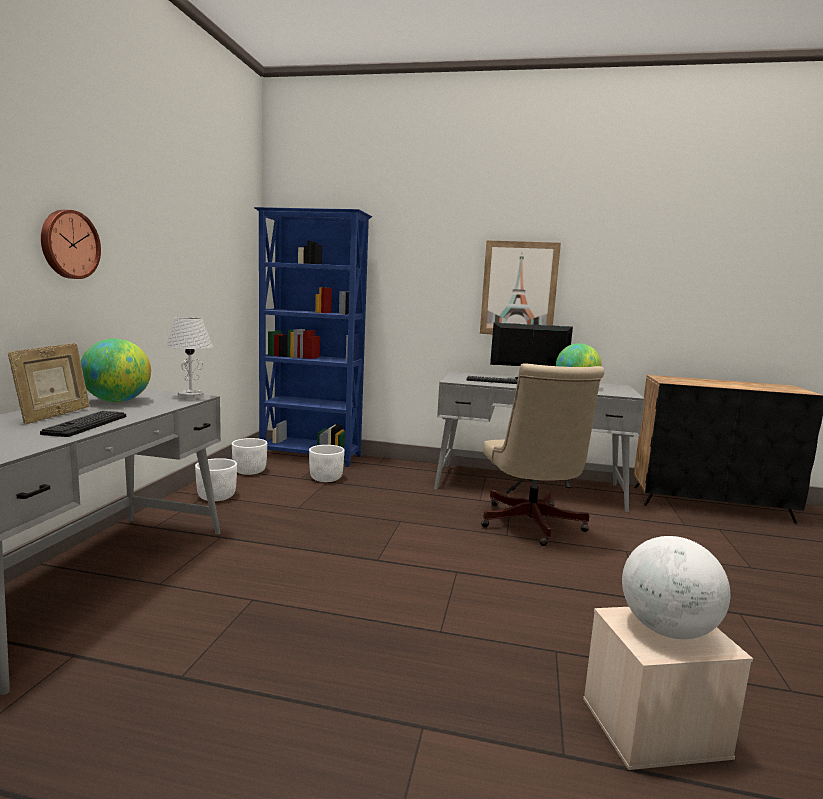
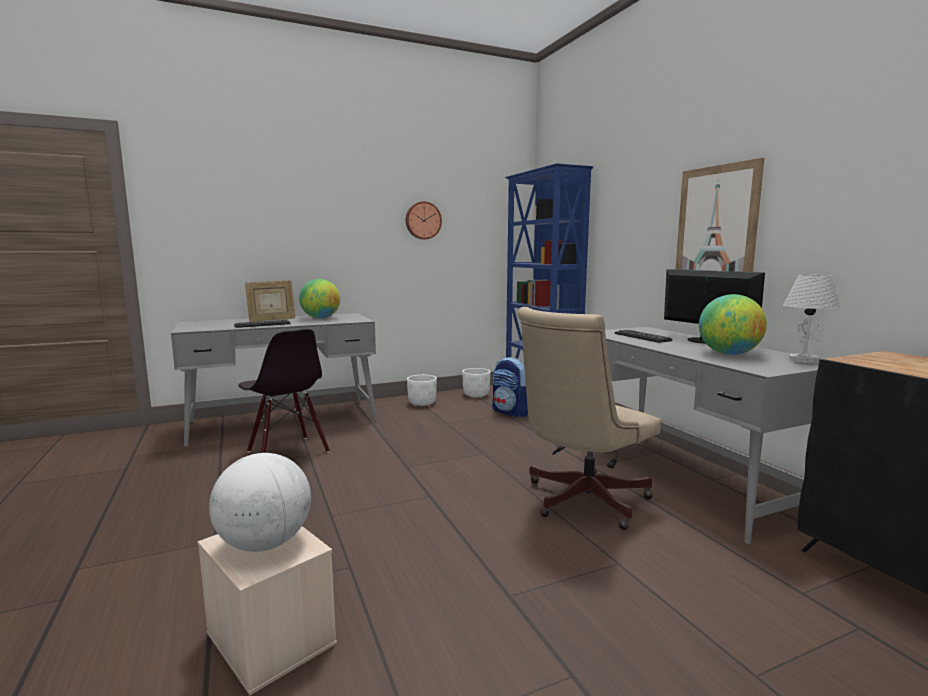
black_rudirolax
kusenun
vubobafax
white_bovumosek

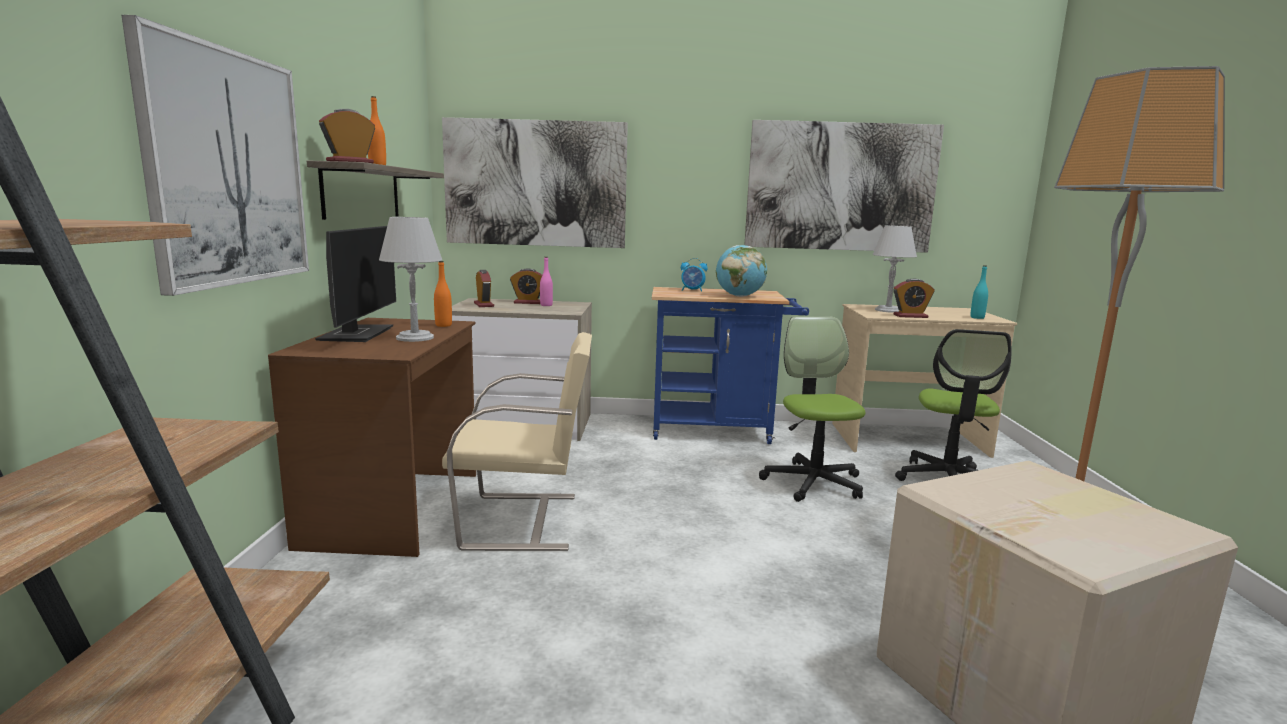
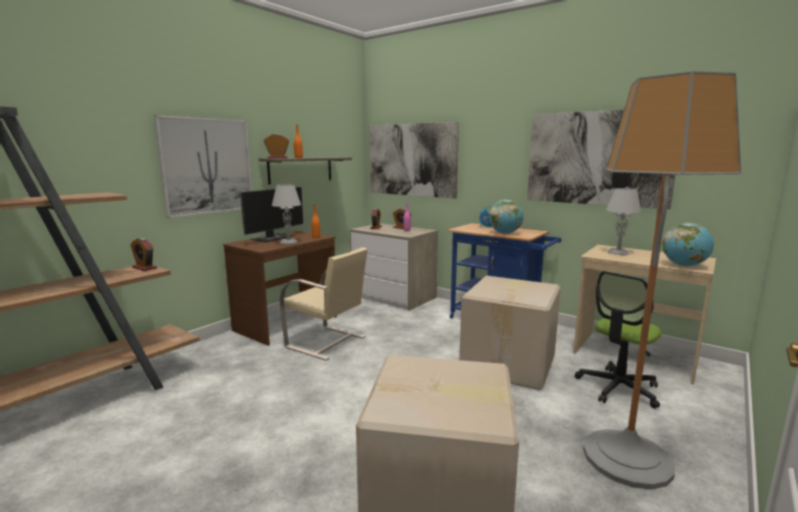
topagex (1st from left)
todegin (2nd from left)
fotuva (2nd from left)

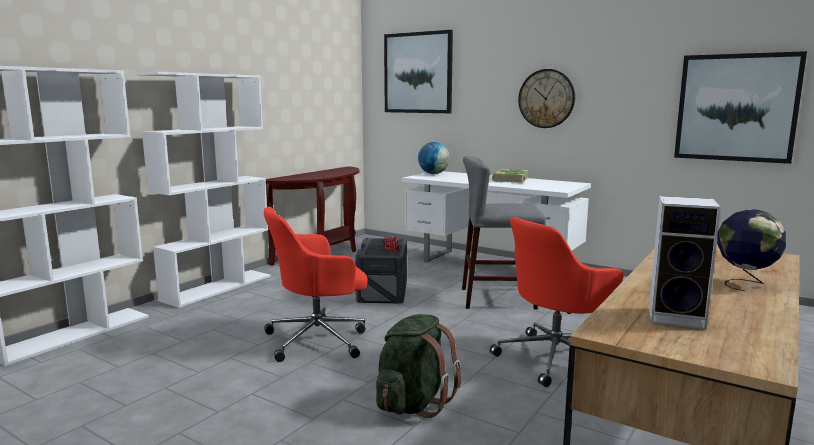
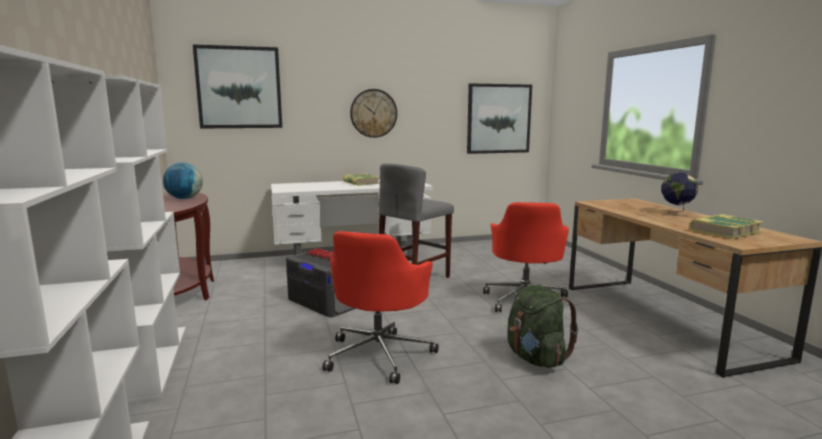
fotuva (1st from left)
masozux (2nd from left)

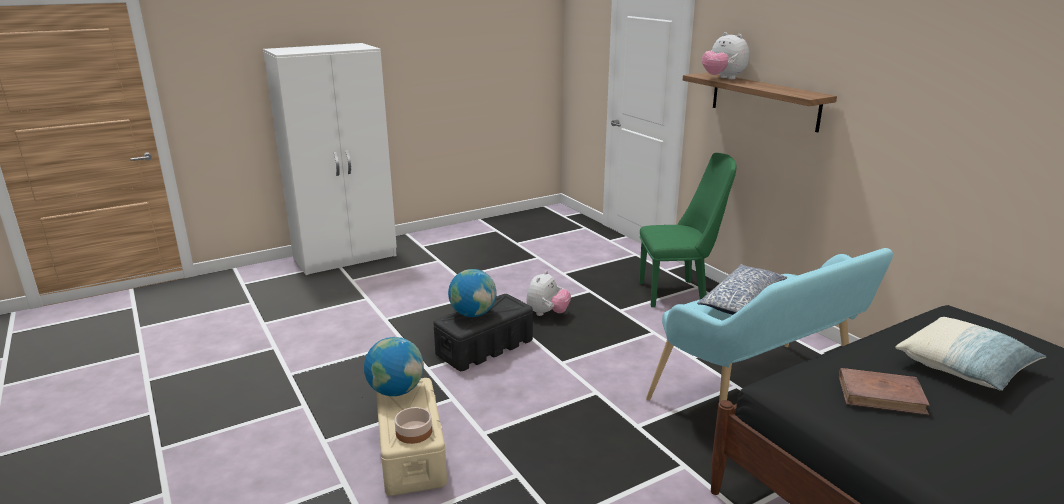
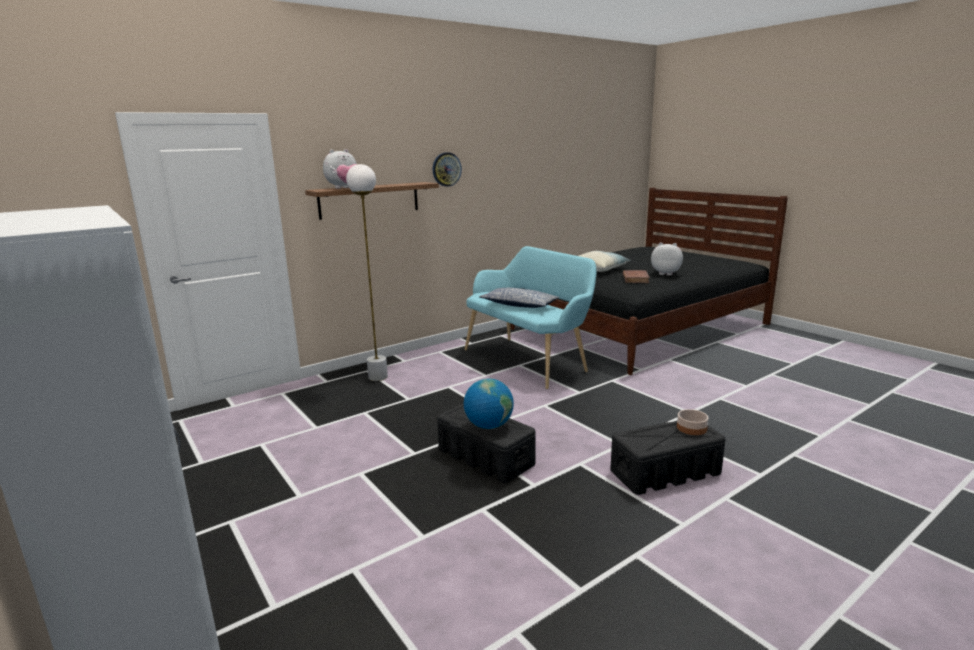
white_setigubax
kusenun
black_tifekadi (2nd from left)
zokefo (2nd from left)
fotuva (1st from left in the first image)

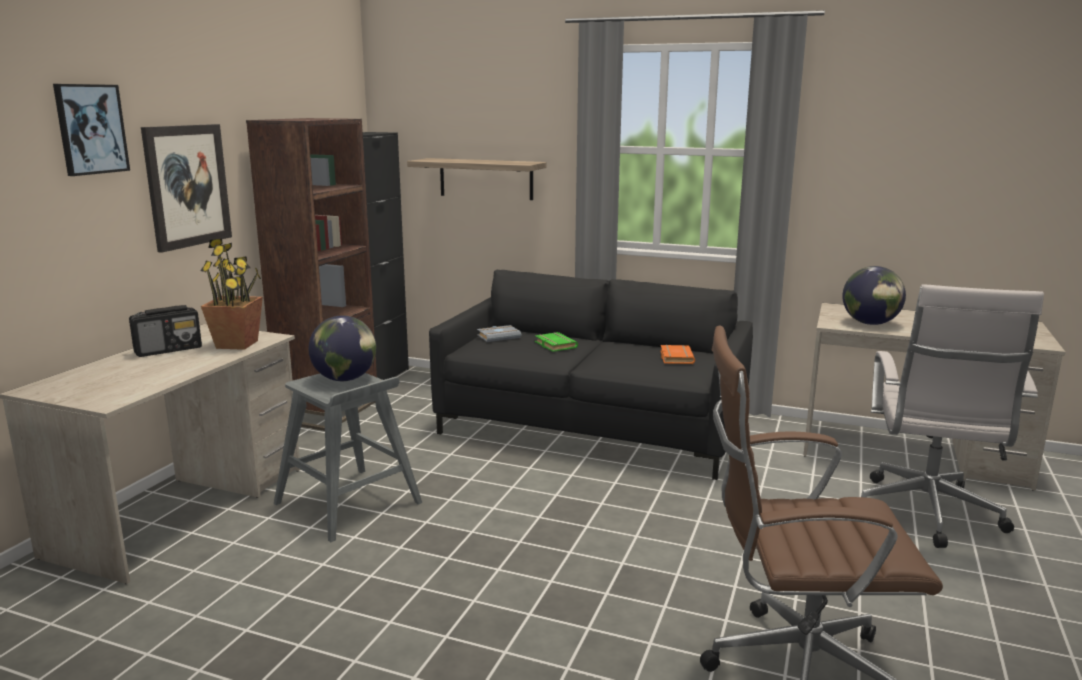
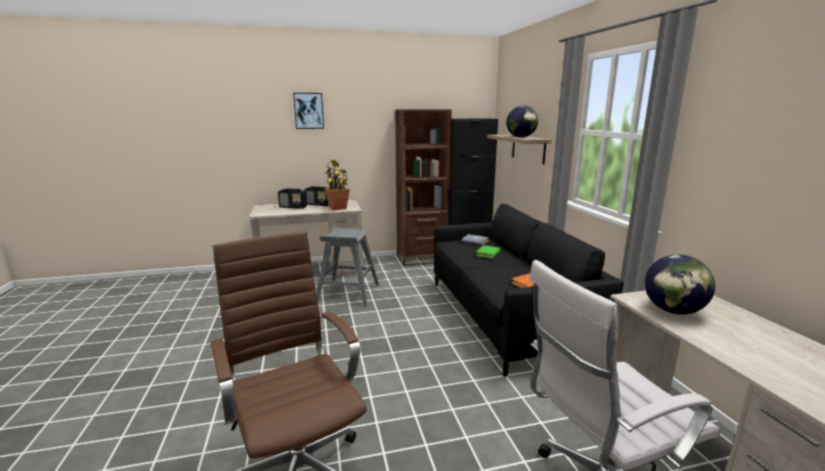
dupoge (1st from left)
fotuva (1st from left)
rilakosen (2nd from left in the first image)

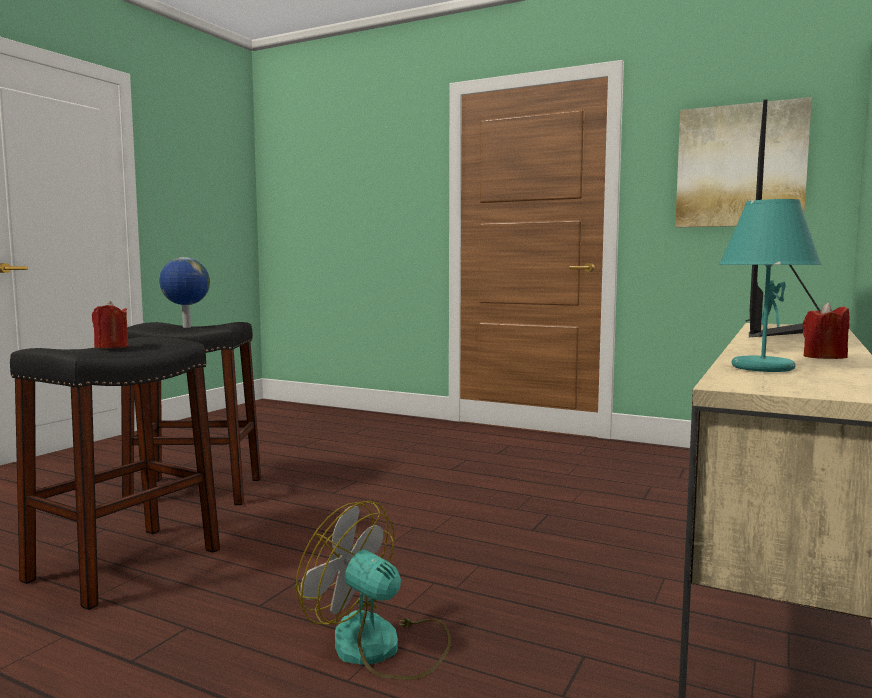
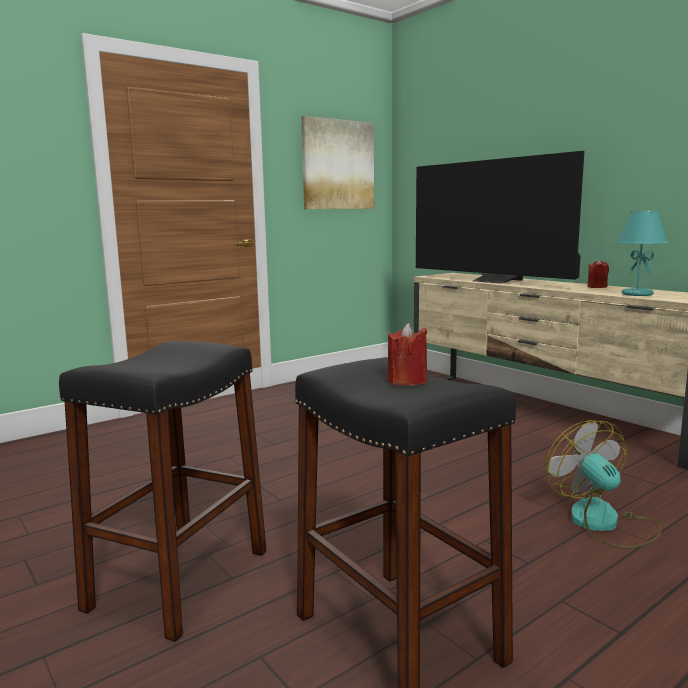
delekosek
fotuva

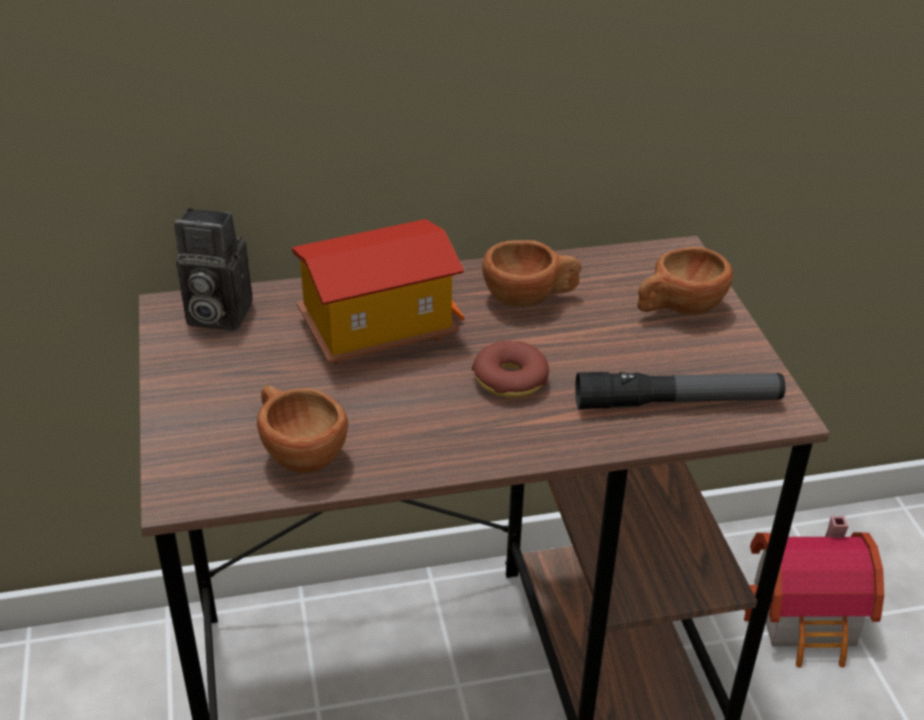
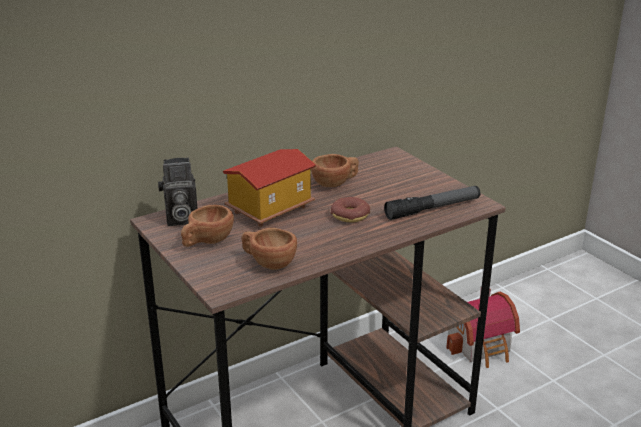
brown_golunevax (1st from left)

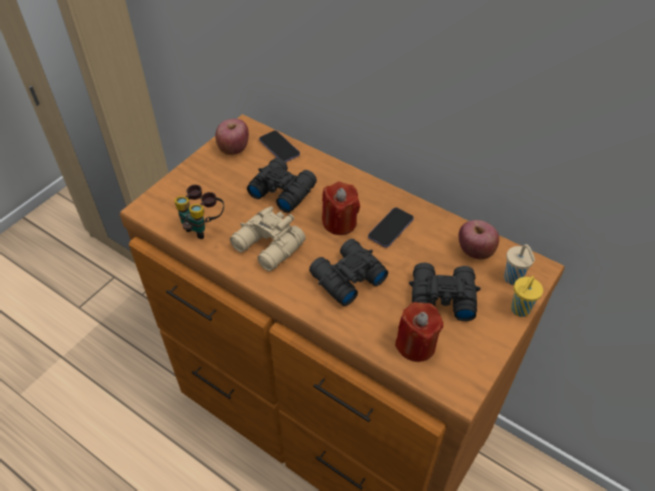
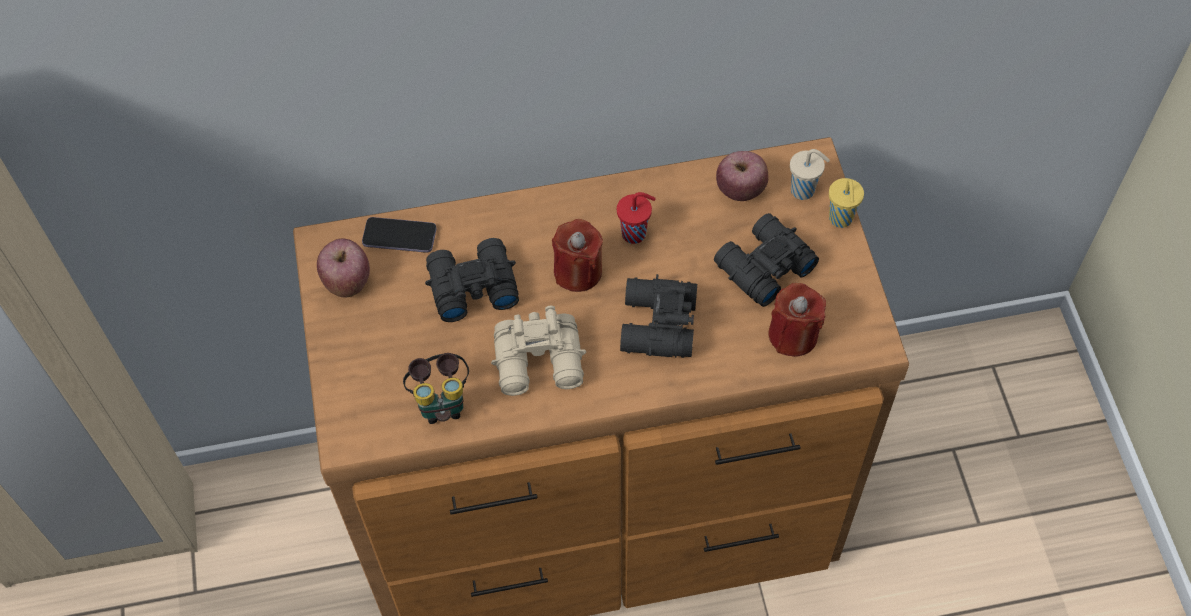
red_golunevax

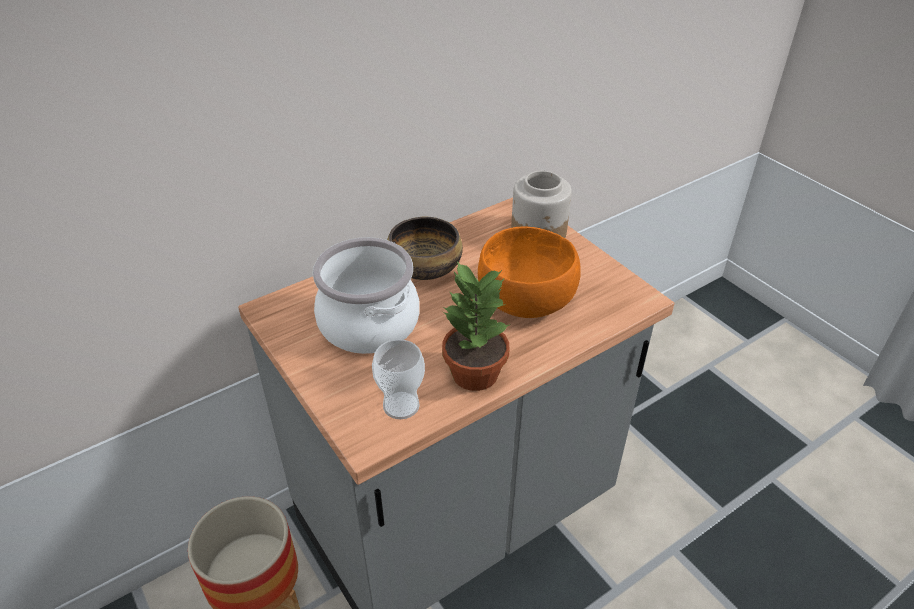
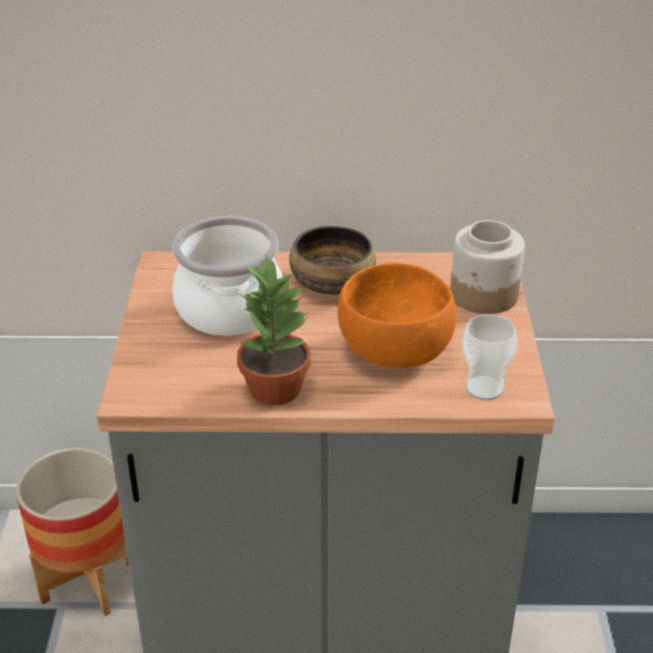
golunevax

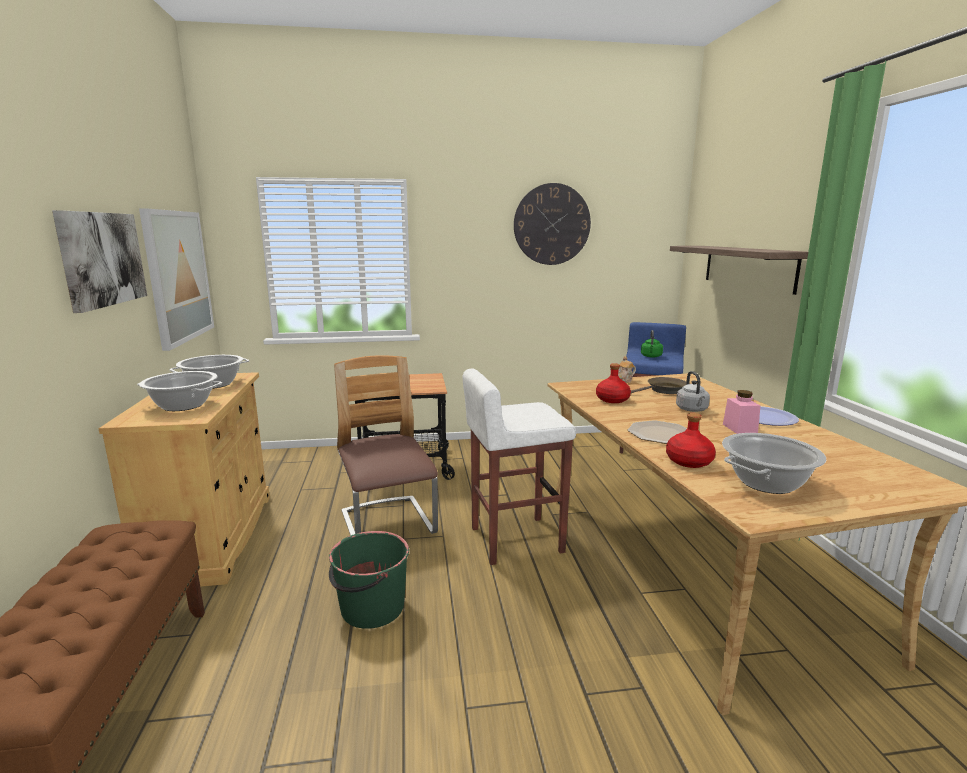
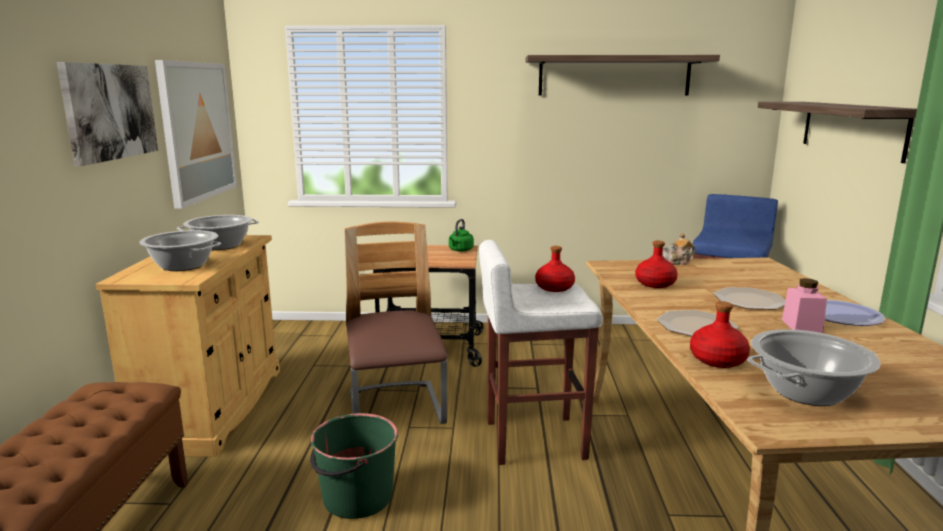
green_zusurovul
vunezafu (1st from left)
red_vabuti (1st from left)
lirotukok (2nd from left)
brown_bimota

